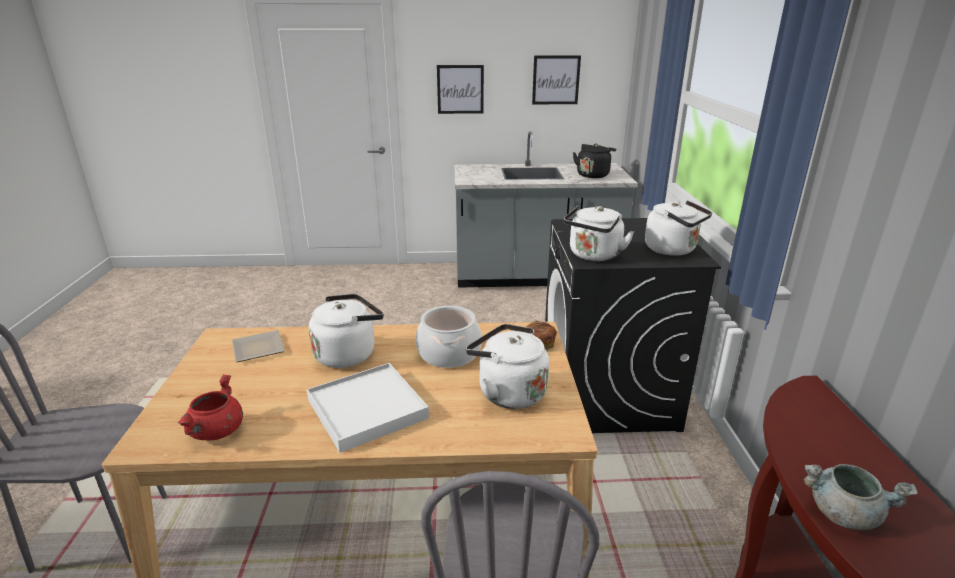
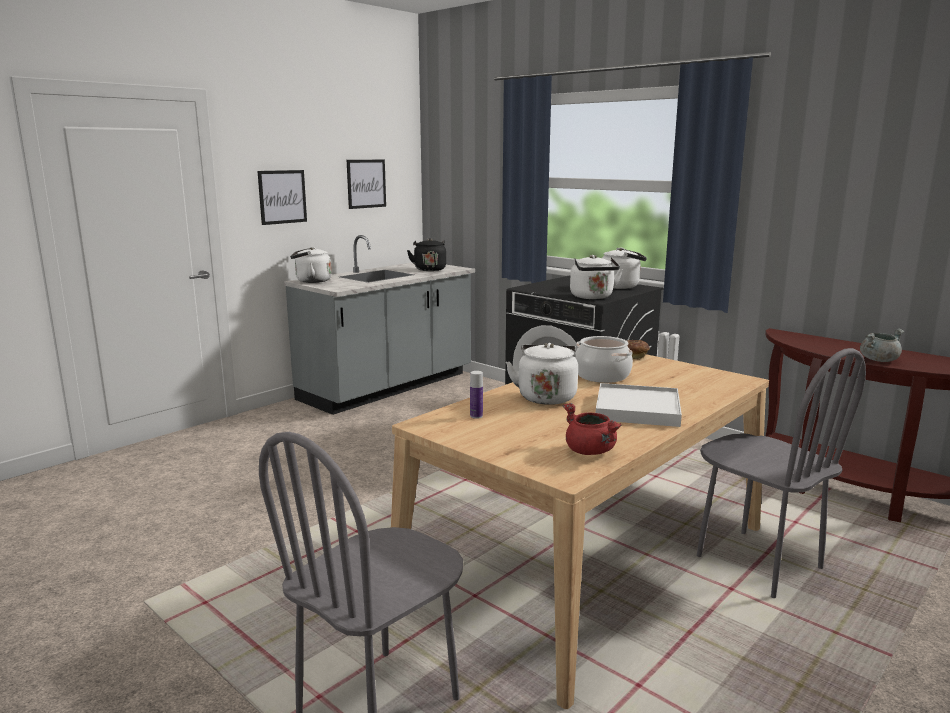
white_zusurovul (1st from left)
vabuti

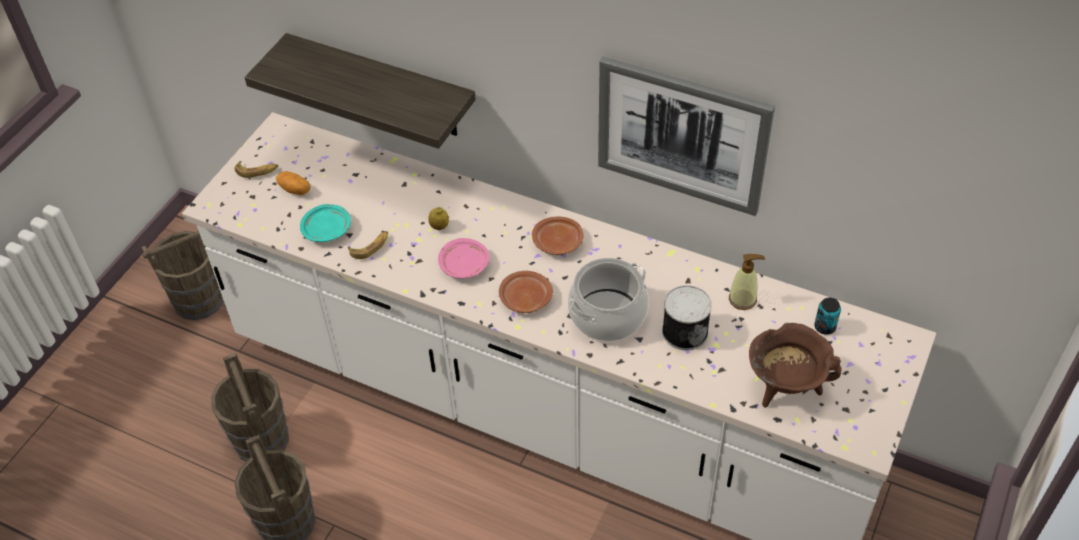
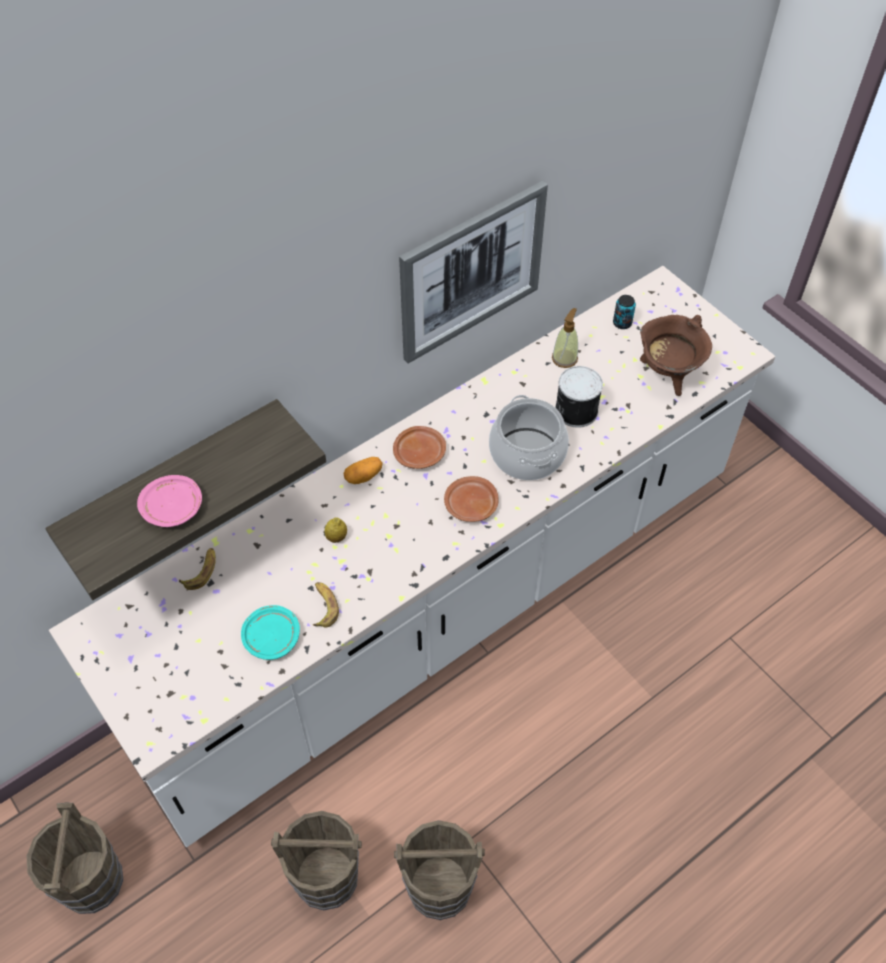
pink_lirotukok
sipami (1st from left)
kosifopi

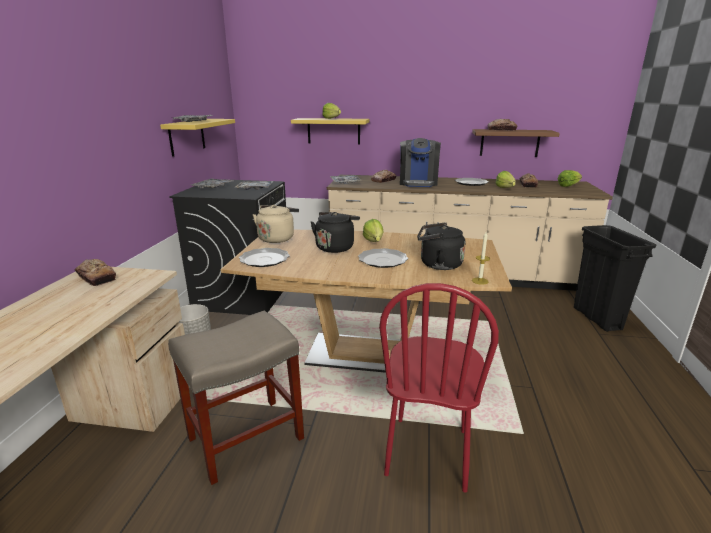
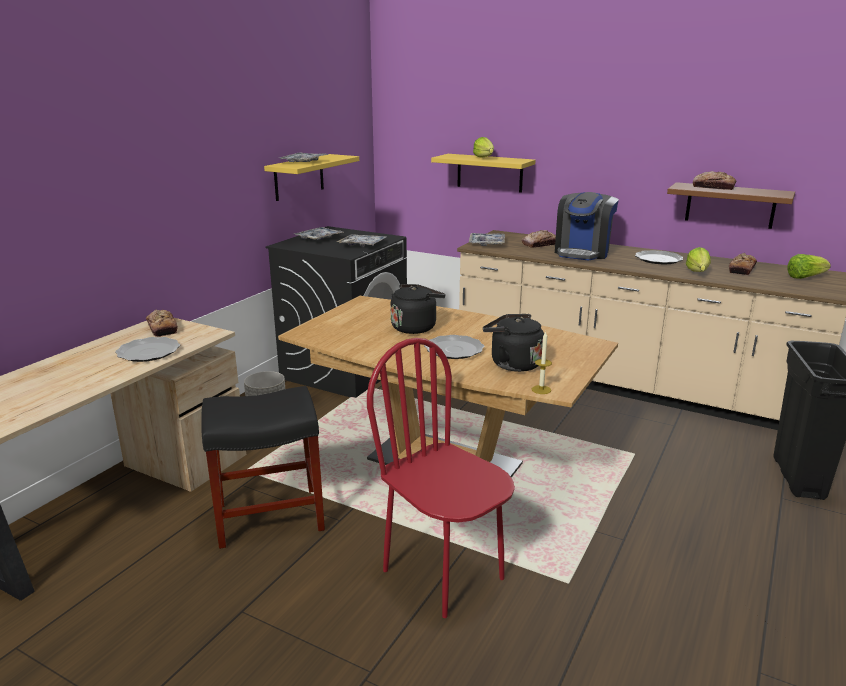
lirotukok (1st from left)
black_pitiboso
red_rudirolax
beige_zusurovul
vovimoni (2nd from left in the first image)

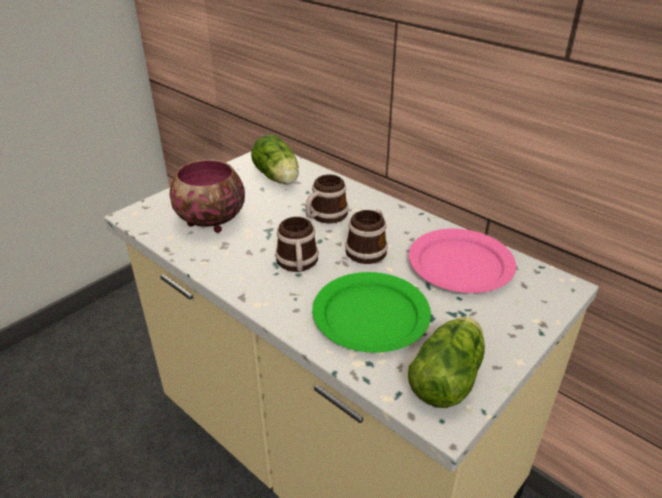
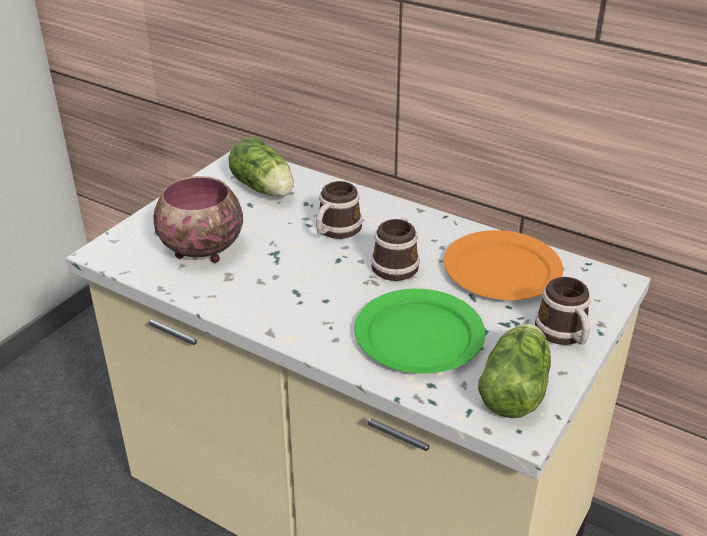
orange_lirotukok
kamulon (3rd from left)

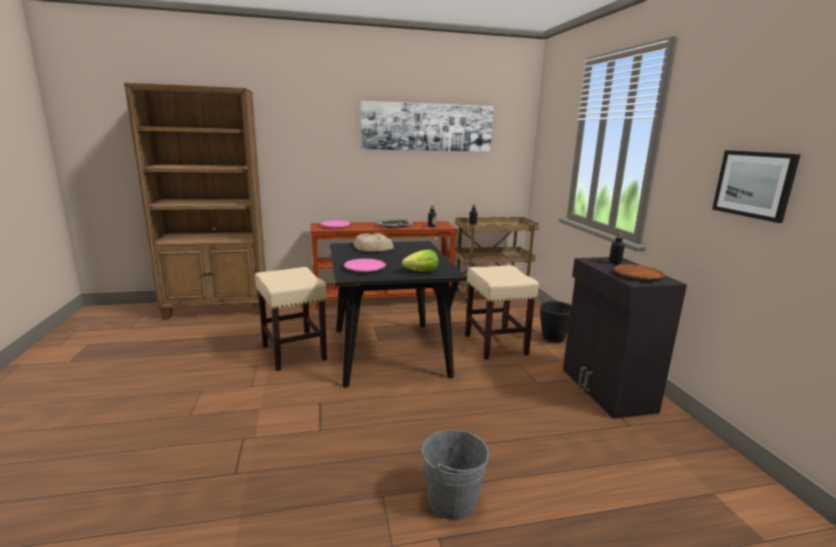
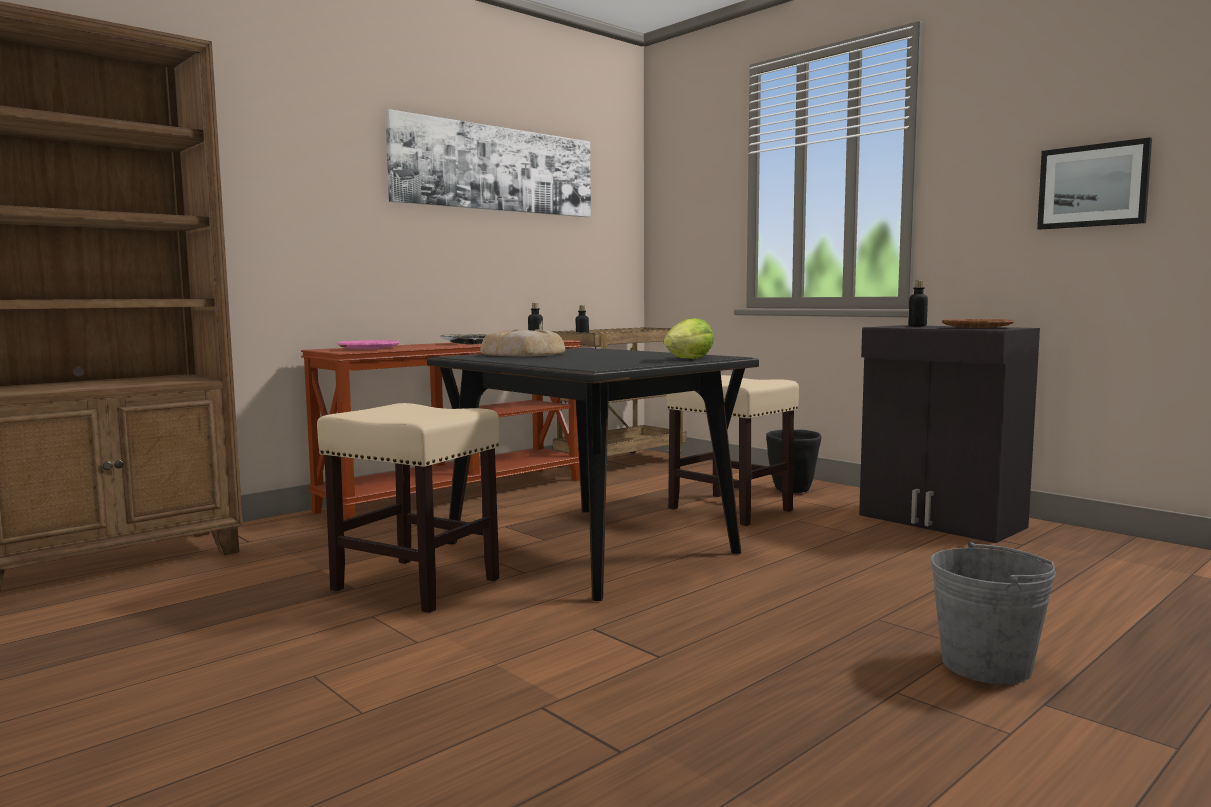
pink_lirotukok (2nd from left in the first image)

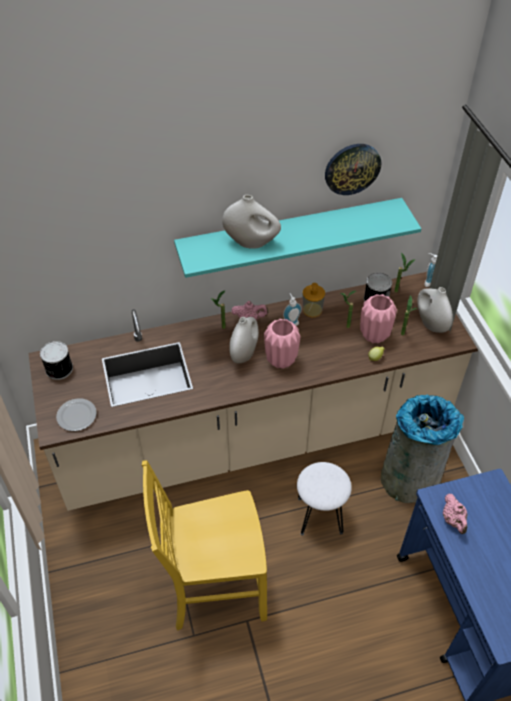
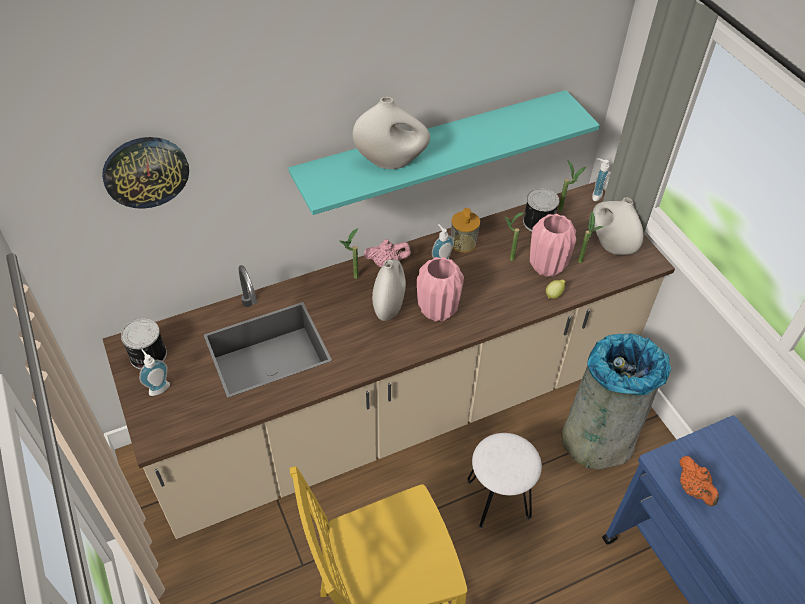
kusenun
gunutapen (1st from left)
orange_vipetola
lirotukok

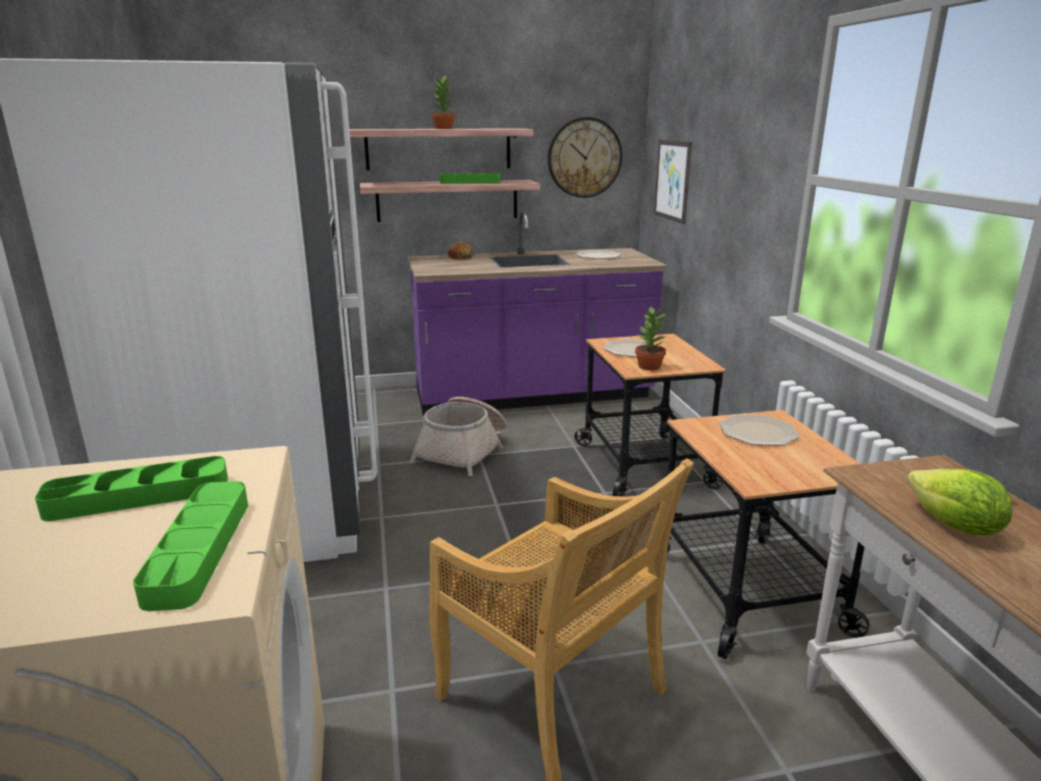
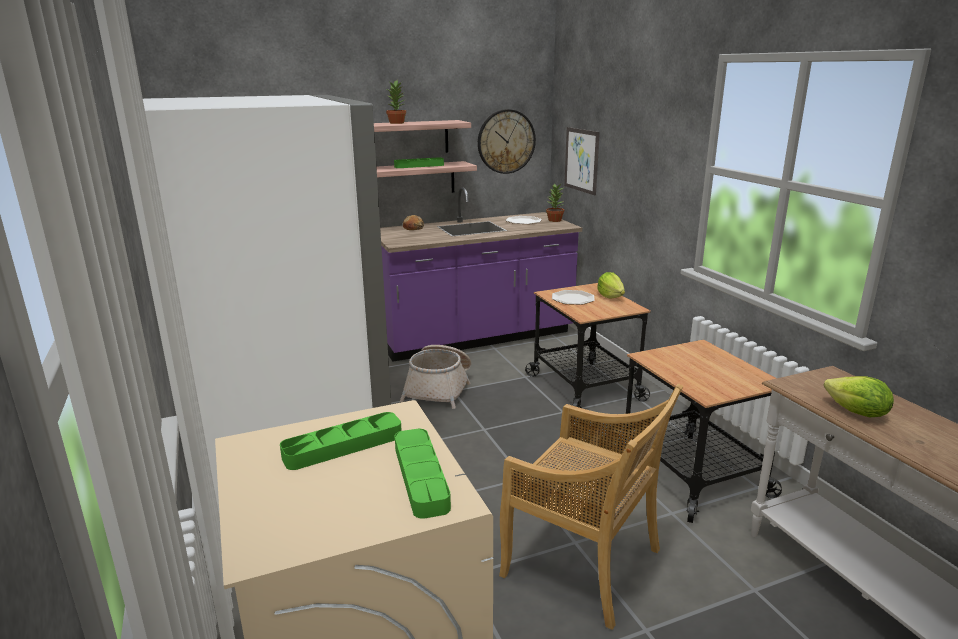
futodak (2nd from left)
vovimoni (1st from left)
lirotukok (3rd from left in the first image)

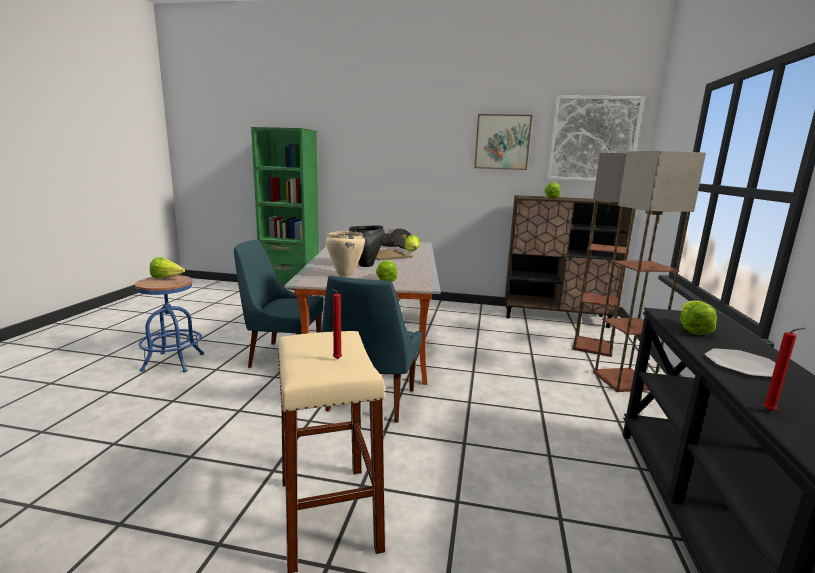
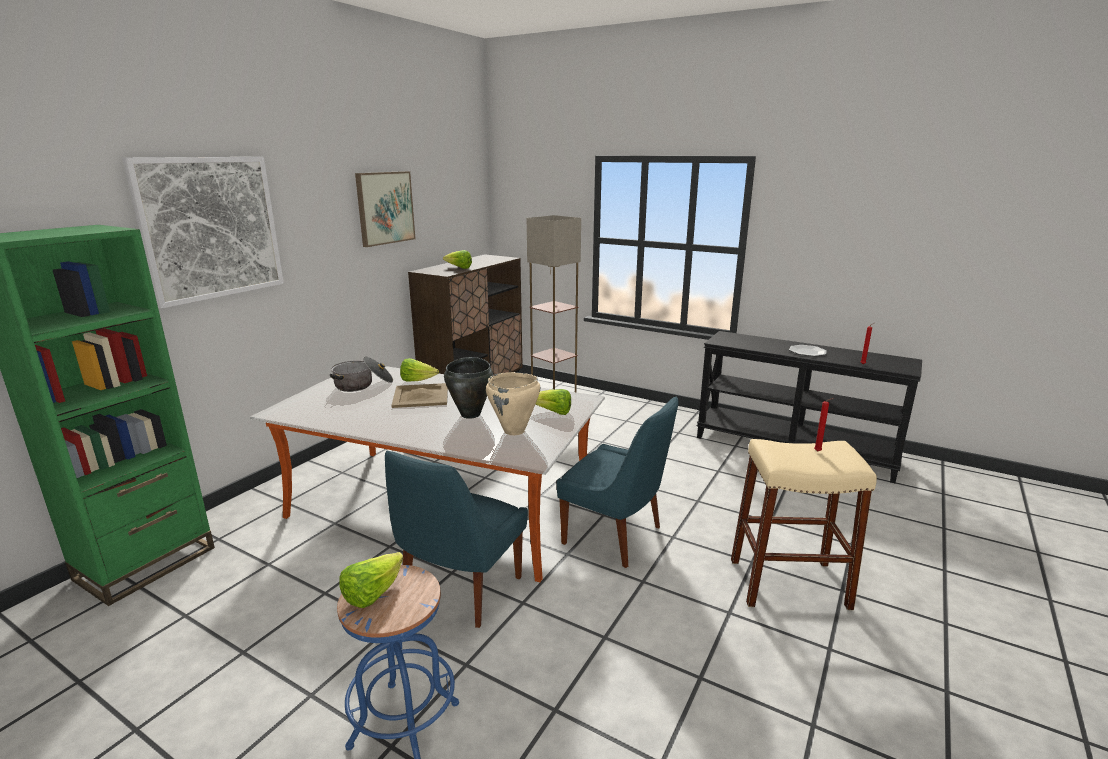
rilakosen (1st from left)
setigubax (2nd from left in the first image)
vovimoni (5th from left in the first image)

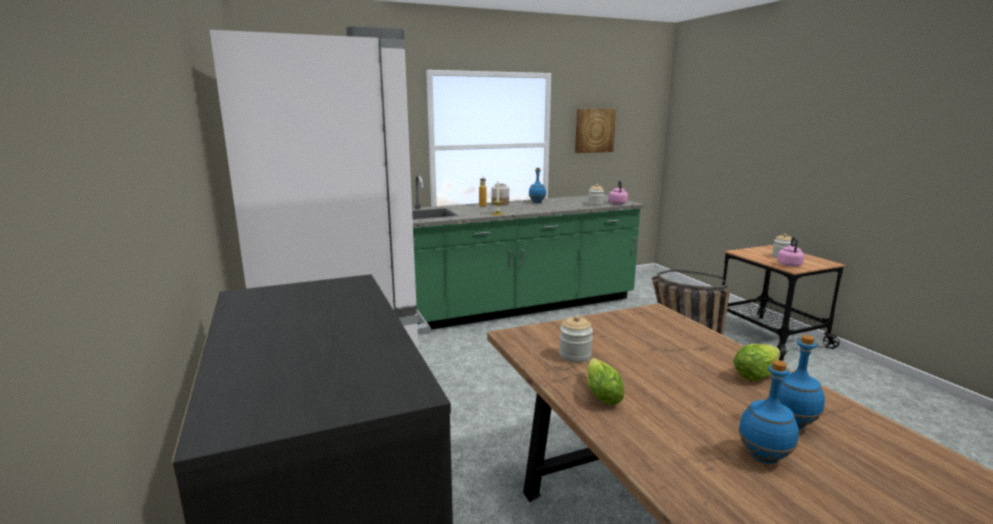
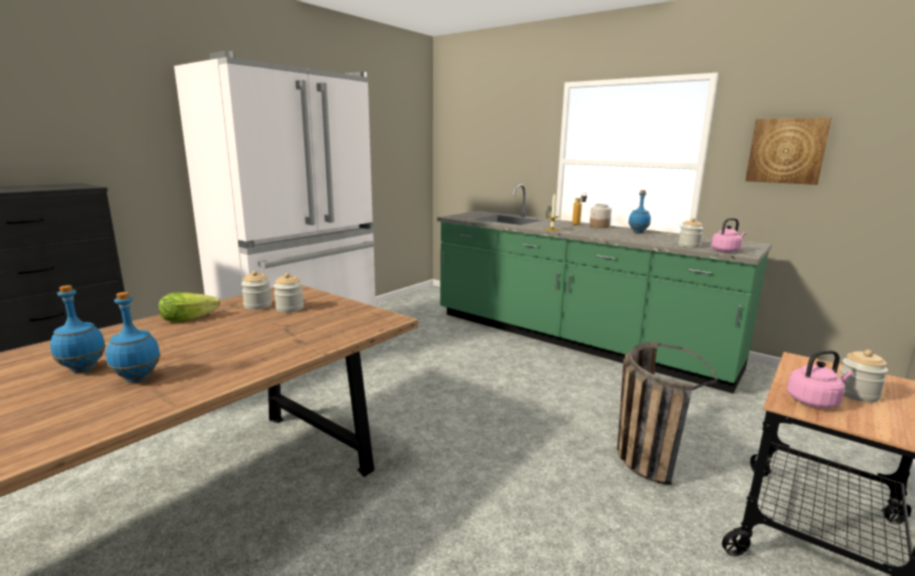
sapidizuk (2nd from left)
vovimoni (2nd from left in the first image)

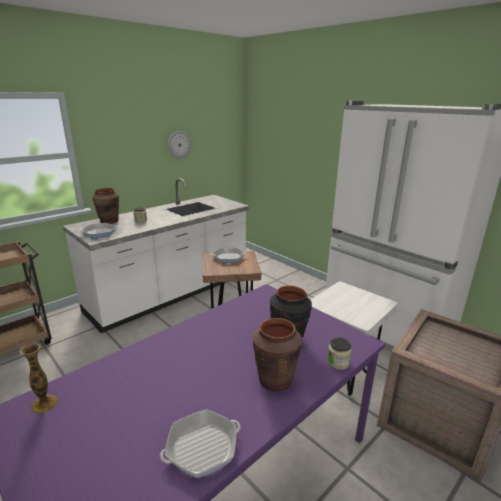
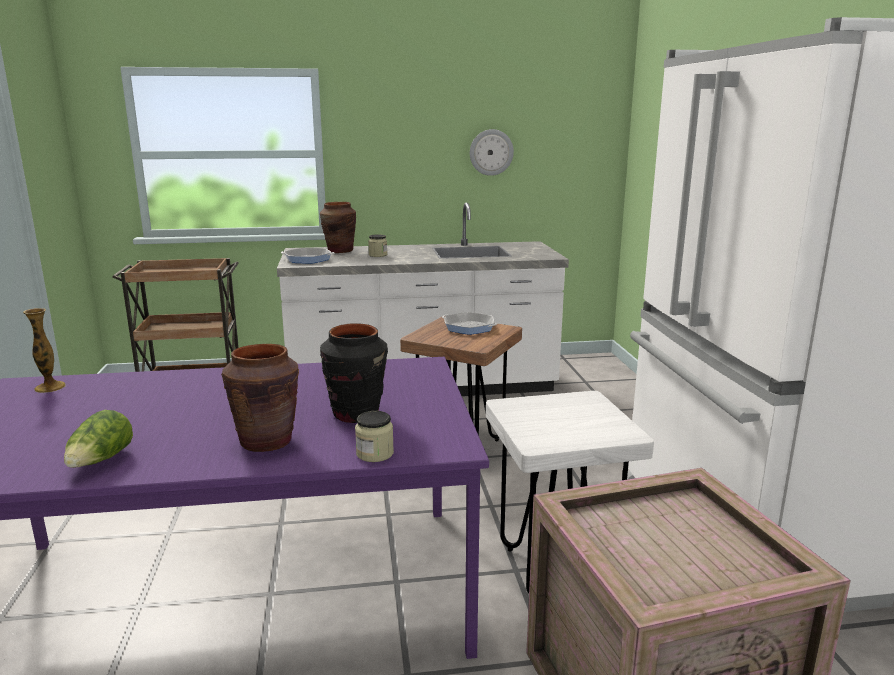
vovimoni

